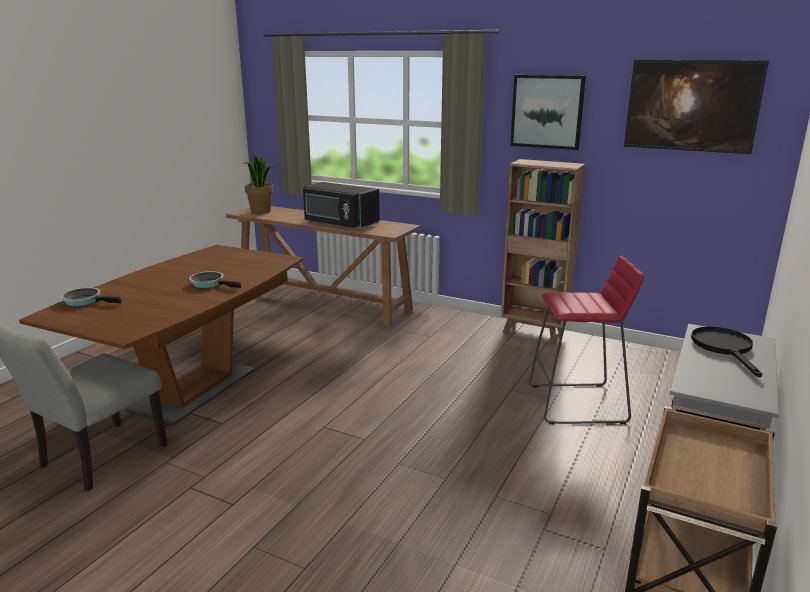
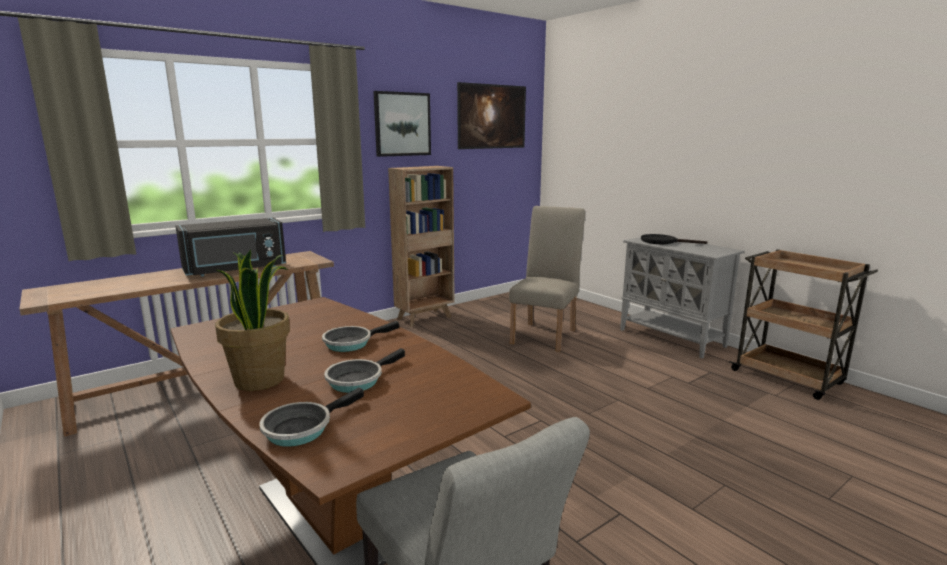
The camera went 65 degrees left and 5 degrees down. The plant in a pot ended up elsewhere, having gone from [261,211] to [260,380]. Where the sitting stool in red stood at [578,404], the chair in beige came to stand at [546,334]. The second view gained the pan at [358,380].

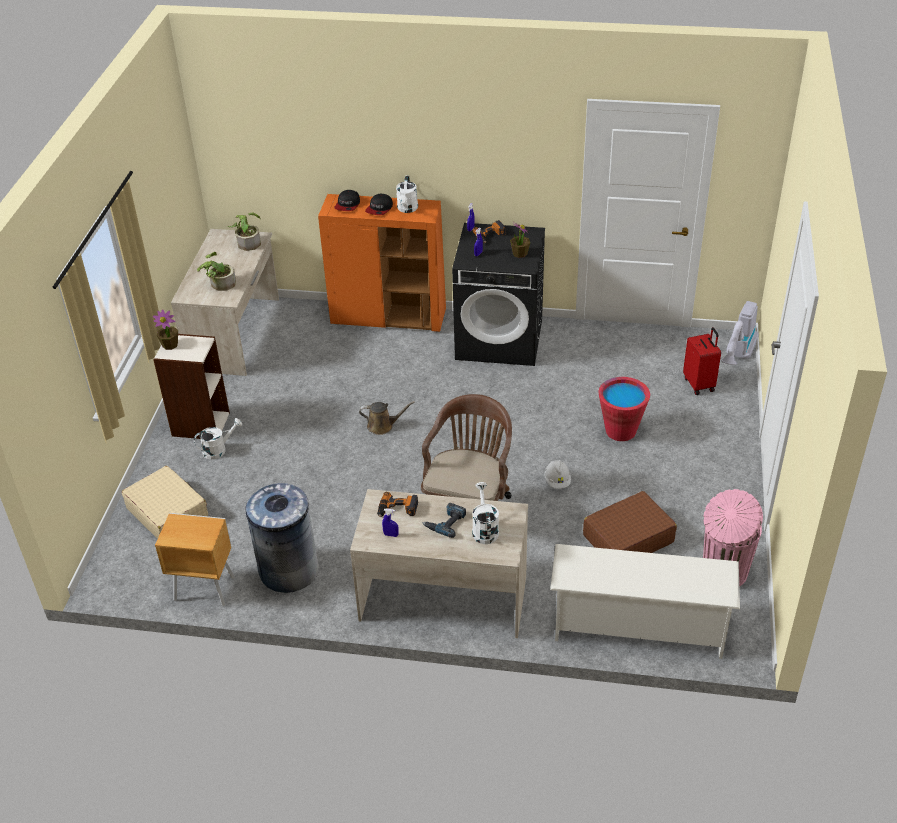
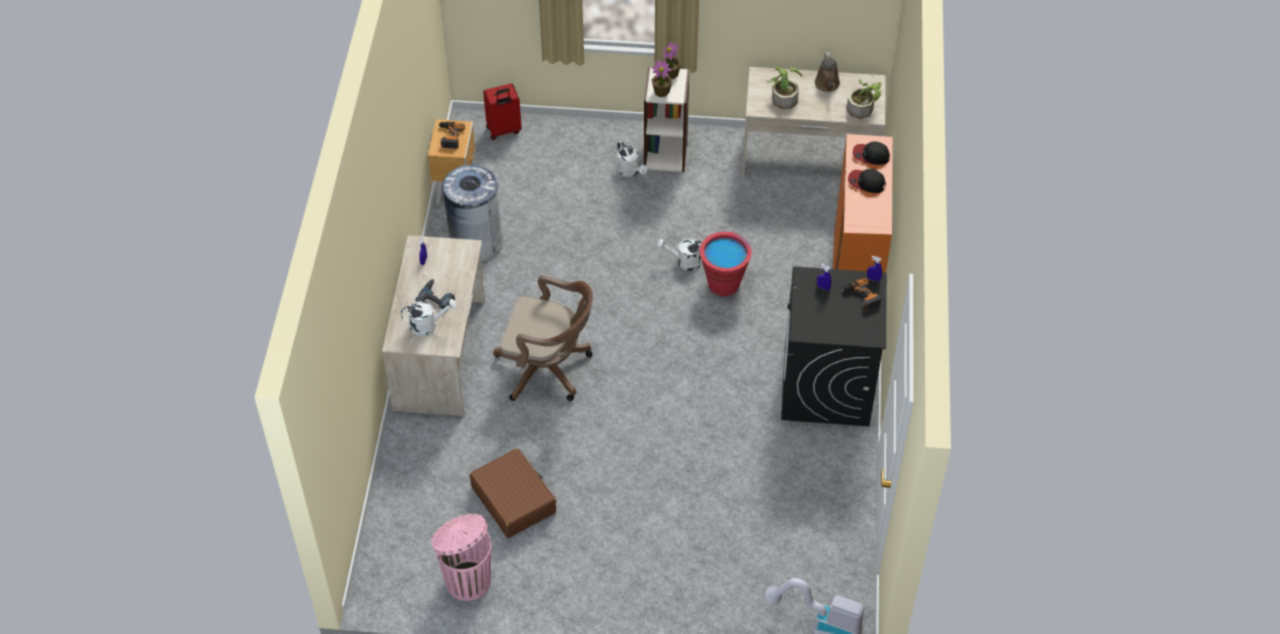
The camera went 85 degrees right and 10 degrees up. The second view lost the piece of luggage in beige at [167,512]. The watering can in brownish ended up elsewhere, having gone from [383,426] to [827,85]. The drill ended up elsewhere, having gone from [397,509] to [449,136]. The watering can in whitish ended up elsewhere, having gone from [407,209] to [684,262]. The plant in a pot ended up elsewhere, having gone from [519,253] to [661,91]. The second view lost the work helmet in whitish at [557,481]. The second view lost the shoe stand in whitish at [638,627]. The water bucket in red ended up elsewhere, having gone from [620,431] to [723,284]. The piece of luggage in red ended up elsewhere, having gone from [699,384] to [503,131].

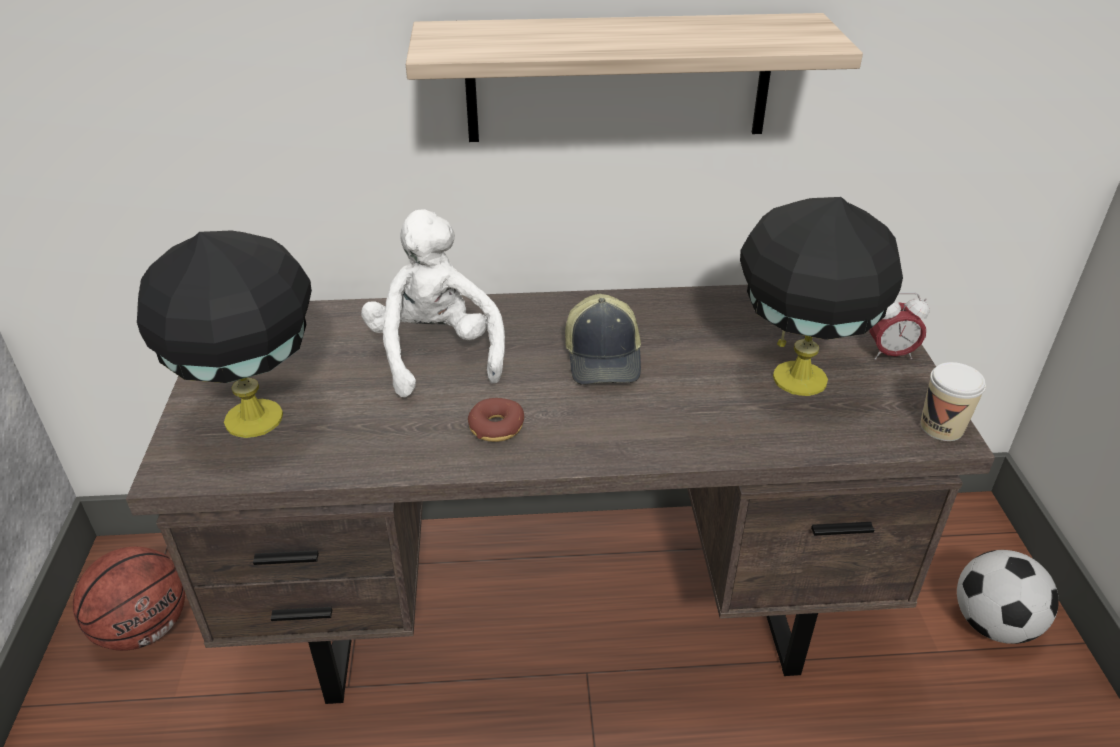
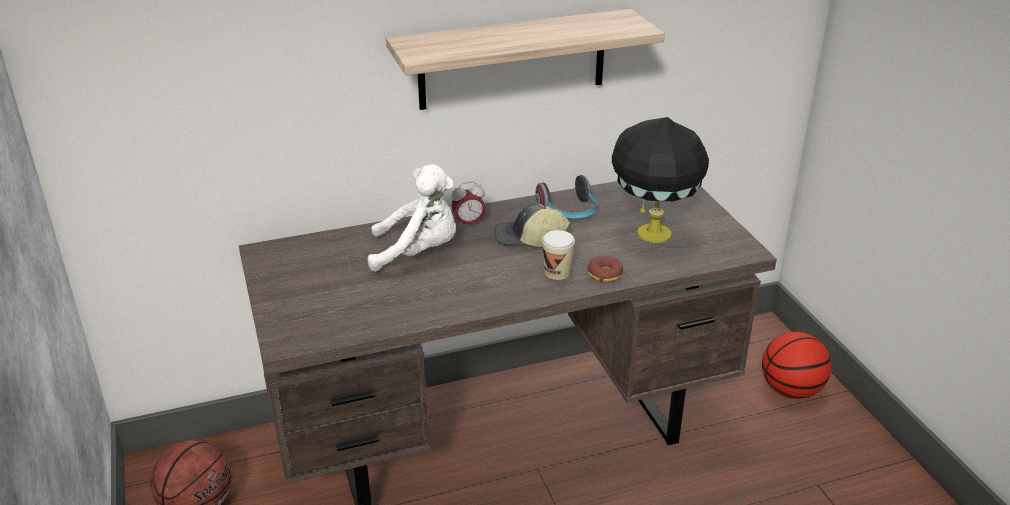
The camera went 15 degrees left and 5 degrees down. The second view lost the tabletop lamp in black-coloured at [257,417]. The plush toy in whitish at [436,354] ended up facing another way, 120 degrees clockwise from before. The ring doughnut ended up elsewhere, having gone from [496,427] to [605,274]. The cap at [604,358] ended up facing another way, 120 degrees clockwise from before. The alarm clock ended up elsewhere, having gone from [890,354] to [469,224]. The small cup ended up elsewhere, having gone from [941,427] to [557,272]. Where the football ball stood at [993,624], the basketball ball came to stand at [791,390]. The second view gained the headset at [569,212].

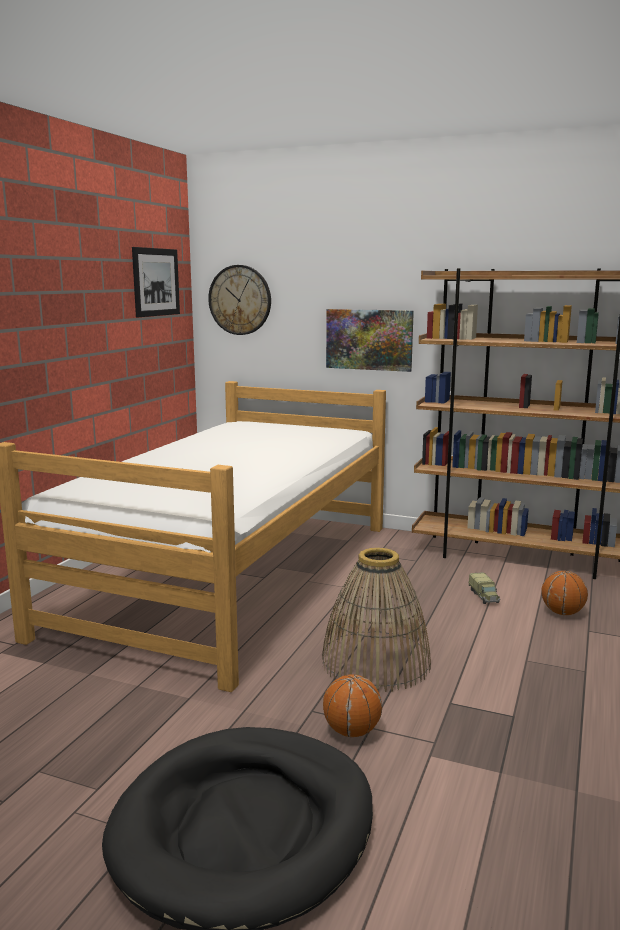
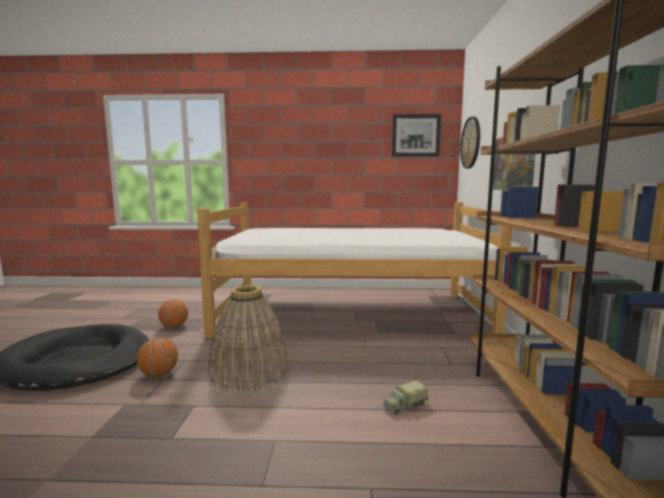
The camera went 70 degrees right and 5 degrees down. The basketball ball ended up elsewhere, having gone from [562,613] to [174,327].

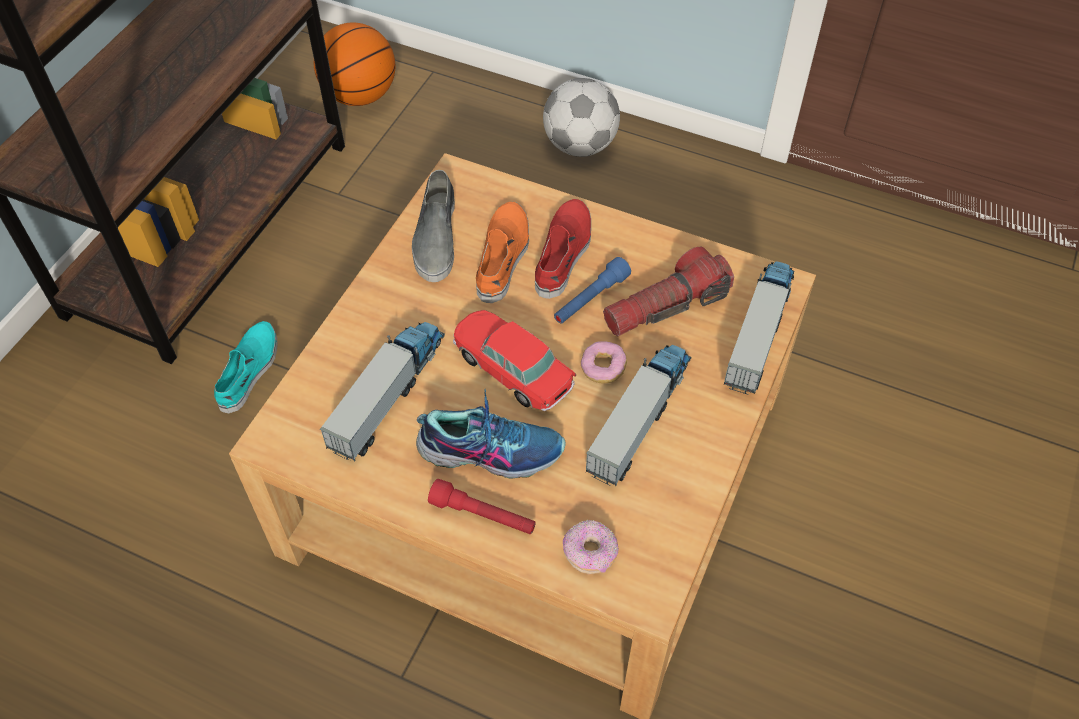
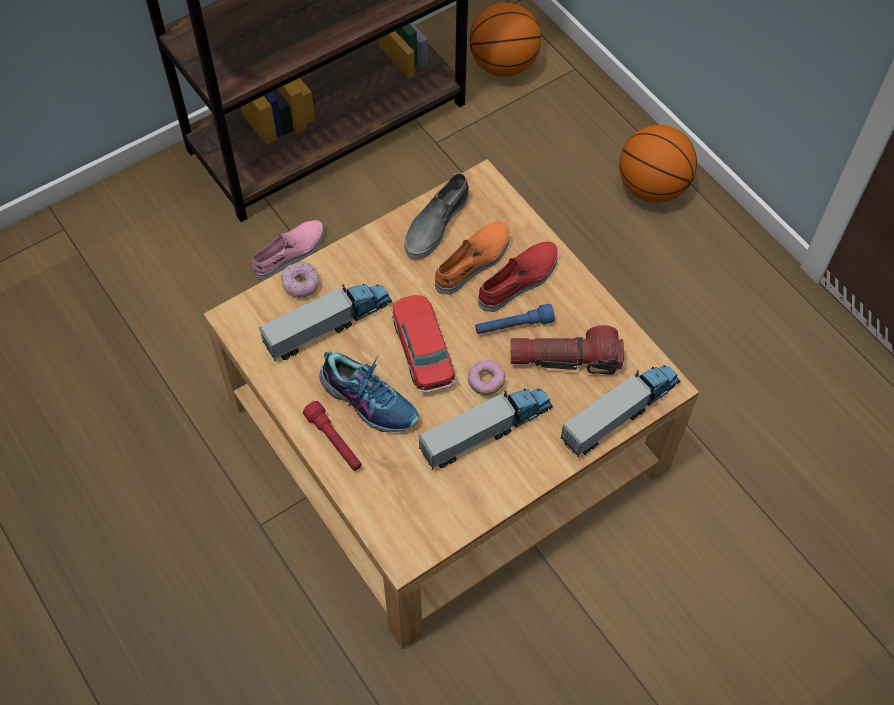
The camera went 30 degrees right and 5 degrees up. What was the item of footwear in turquoise at [249,370] turned into the item of footwear in pinkish at [290,253]. Where the football ball stood at [580,145], the basketball ball came to stand at [652,187]. The ring doughnut ended up elsewhere, having gone from [590,553] to [301,285].

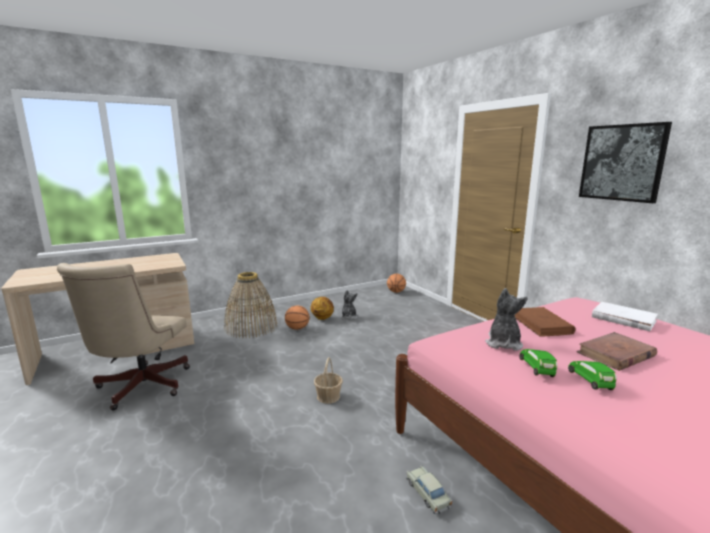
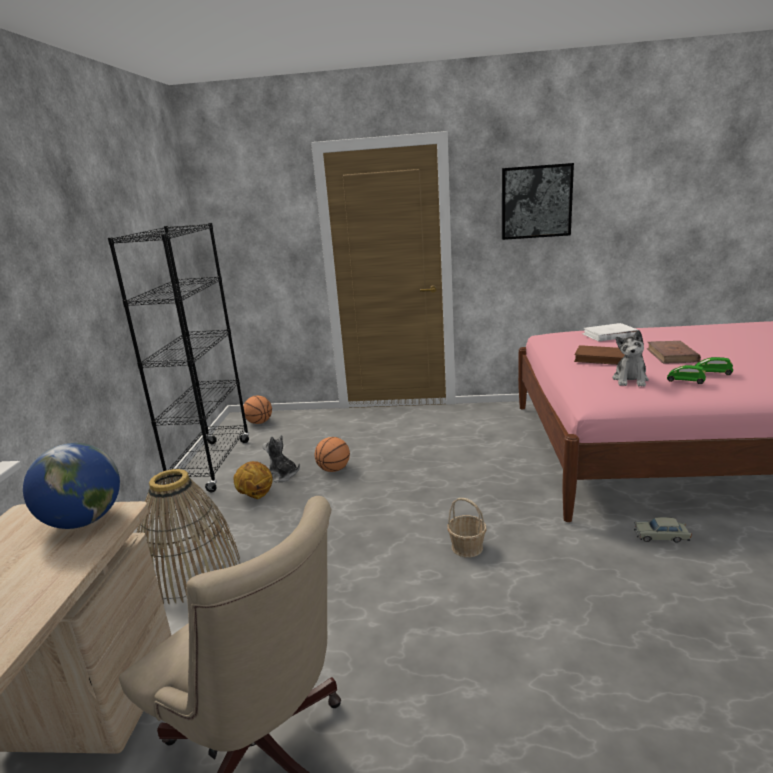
The camera went 55 degrees left and 5 degrees up. The basketball ball ended up elsewhere, having gone from [297,328] to [334,469]. The plush toy at [503,343] ended up facing another way, 120 degrees counterclockwise from before. The second view gained the desk globe at [84,521]. The second view gained the shelving unit in black-coloured at [212,465].

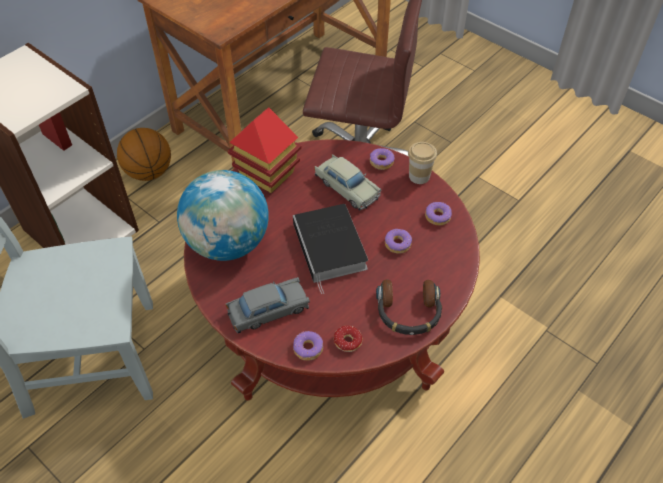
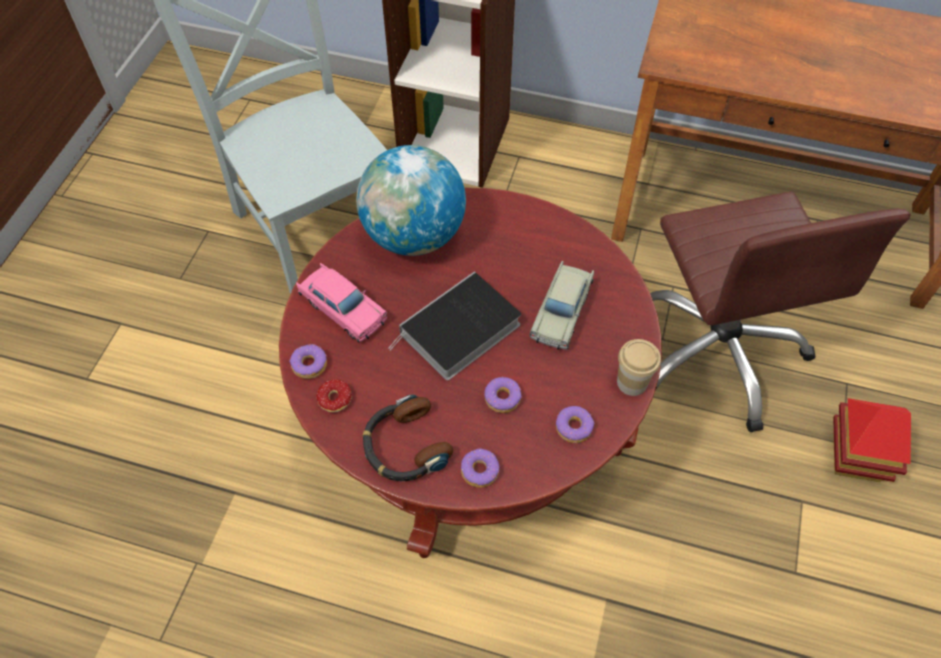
The camera went 65 degrees right and 5 degrees up. The second view lost the basketball ball at [149,172]. What was the toy car in grey at [268,310] turned into the toy car in pinkish at [343,309]. The toy house ended up elsewhere, having gone from [267,174] to [855,456]. The ring doughnut ended up elsewhere, having gone from [381,162] to [480,471].

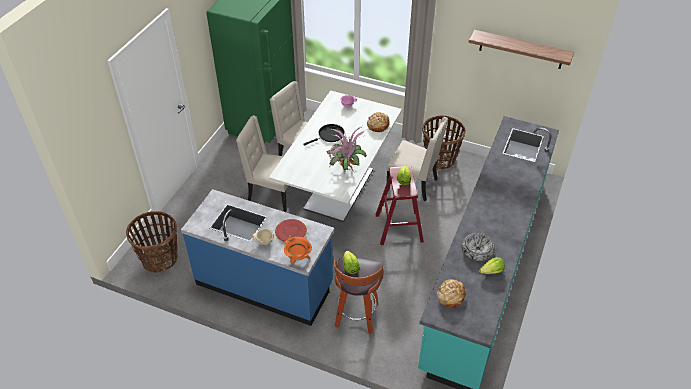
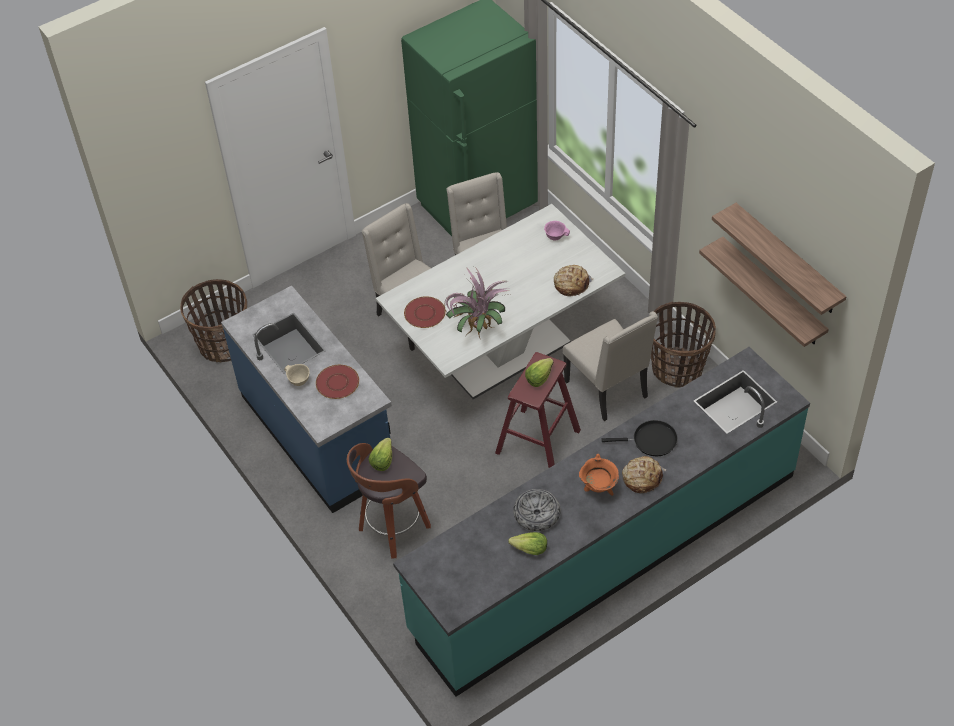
The camera went 35 degrees right and 5 degrees up. The cooking pot in orange ended up elsewhere, having gone from [298,258] to [598,488]. The pan in black-coloured ended up elsewhere, having gone from [329,135] to [651,440]. The bread ended up elsewhere, having gone from [450,296] to [642,478]. The second view gained the plate in red at [425,313]. The second view gained the bracket shelf at [772,293].

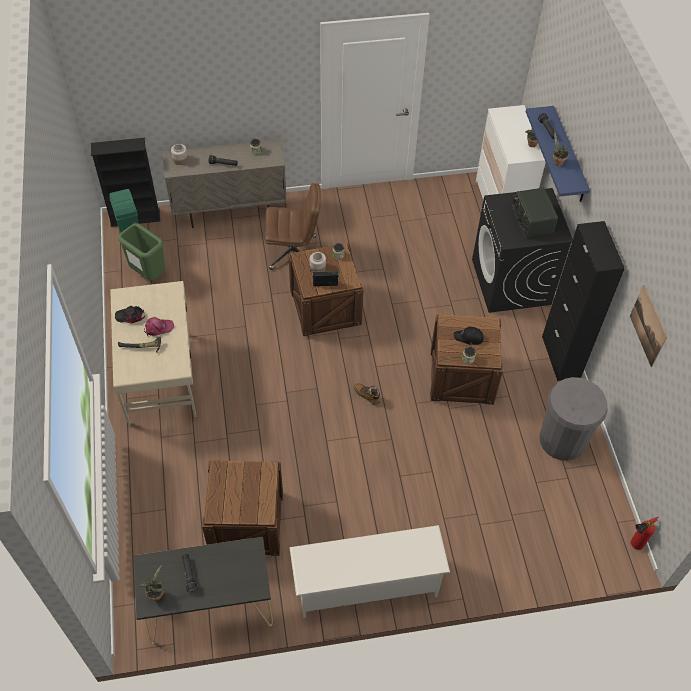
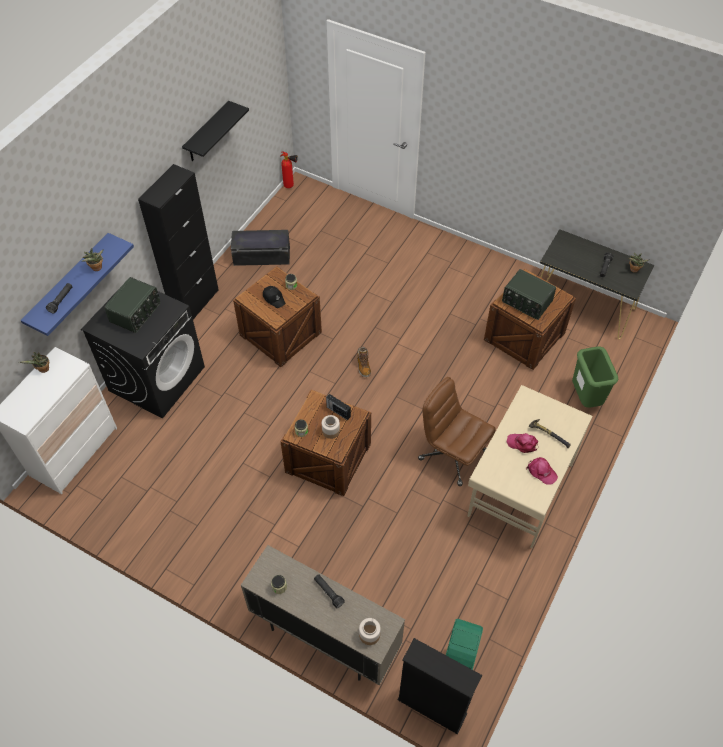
The camera went 140 degrees left and 0 degrees up. What was the cap in black-coloured at [130,316] turned into the cap in pinkish at [541,471]. The waste bin in green-coloured ended up elsewhere, having gone from [148,274] to [586,398]. The office chair in brownish ended up elsewhere, having gone from [294,252] to [452,455]. The second view lost the shoe stand in whitish at [366,585]. Where the waste bin in grey stood at [562,440], the storage container in black-coloured came to stand at [262,256]. Where the wall art hung at [648,326], the bracket shelf in black-coloured came to hang at [207,133]. The second view gained the radio at [526,302].

